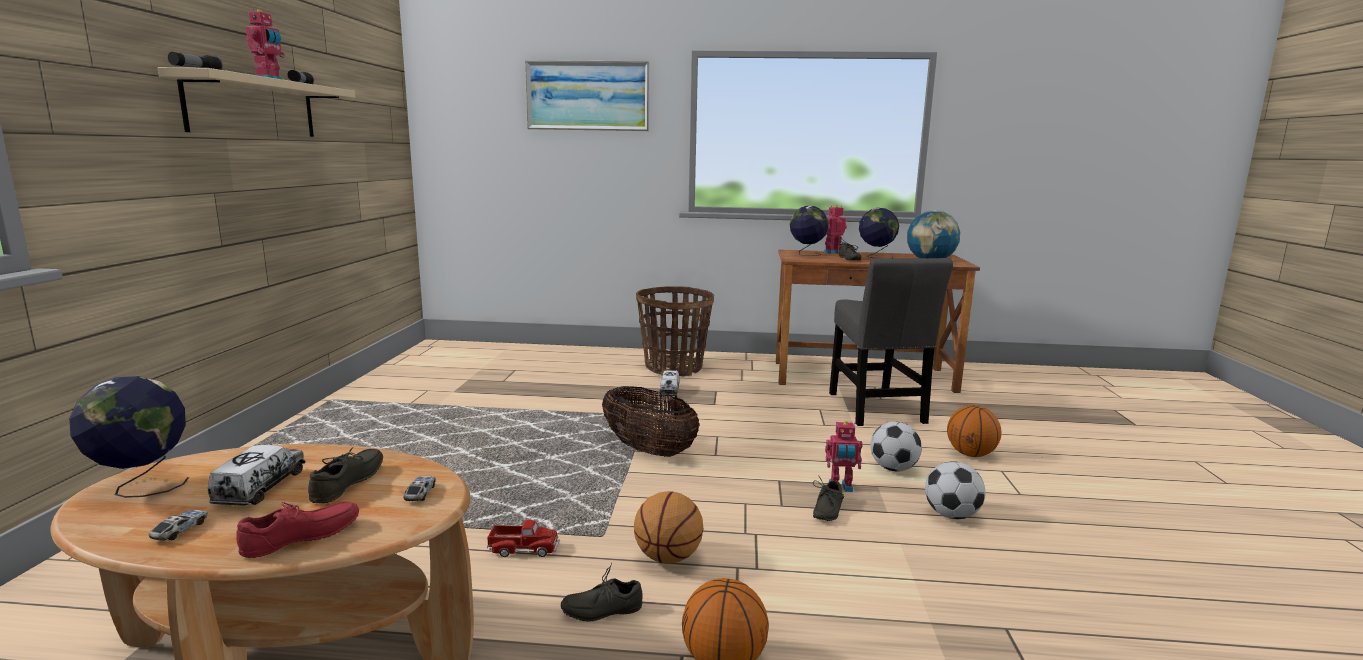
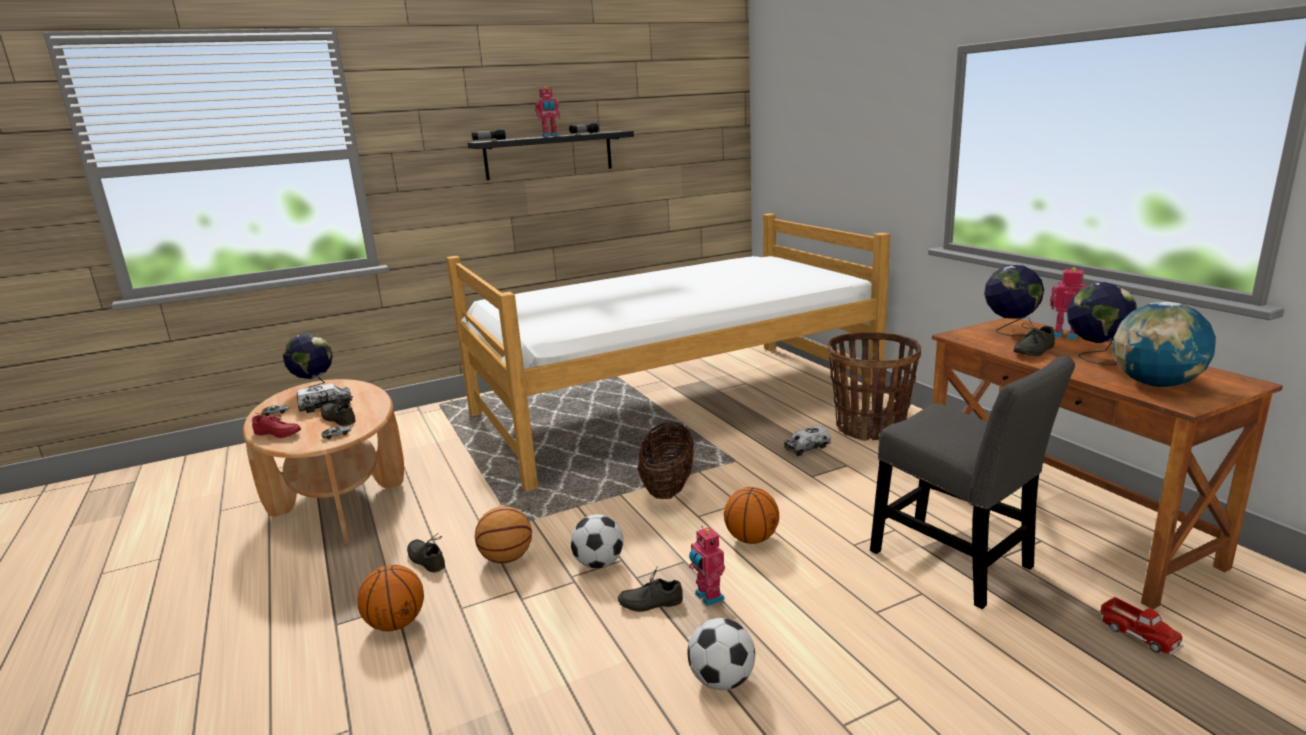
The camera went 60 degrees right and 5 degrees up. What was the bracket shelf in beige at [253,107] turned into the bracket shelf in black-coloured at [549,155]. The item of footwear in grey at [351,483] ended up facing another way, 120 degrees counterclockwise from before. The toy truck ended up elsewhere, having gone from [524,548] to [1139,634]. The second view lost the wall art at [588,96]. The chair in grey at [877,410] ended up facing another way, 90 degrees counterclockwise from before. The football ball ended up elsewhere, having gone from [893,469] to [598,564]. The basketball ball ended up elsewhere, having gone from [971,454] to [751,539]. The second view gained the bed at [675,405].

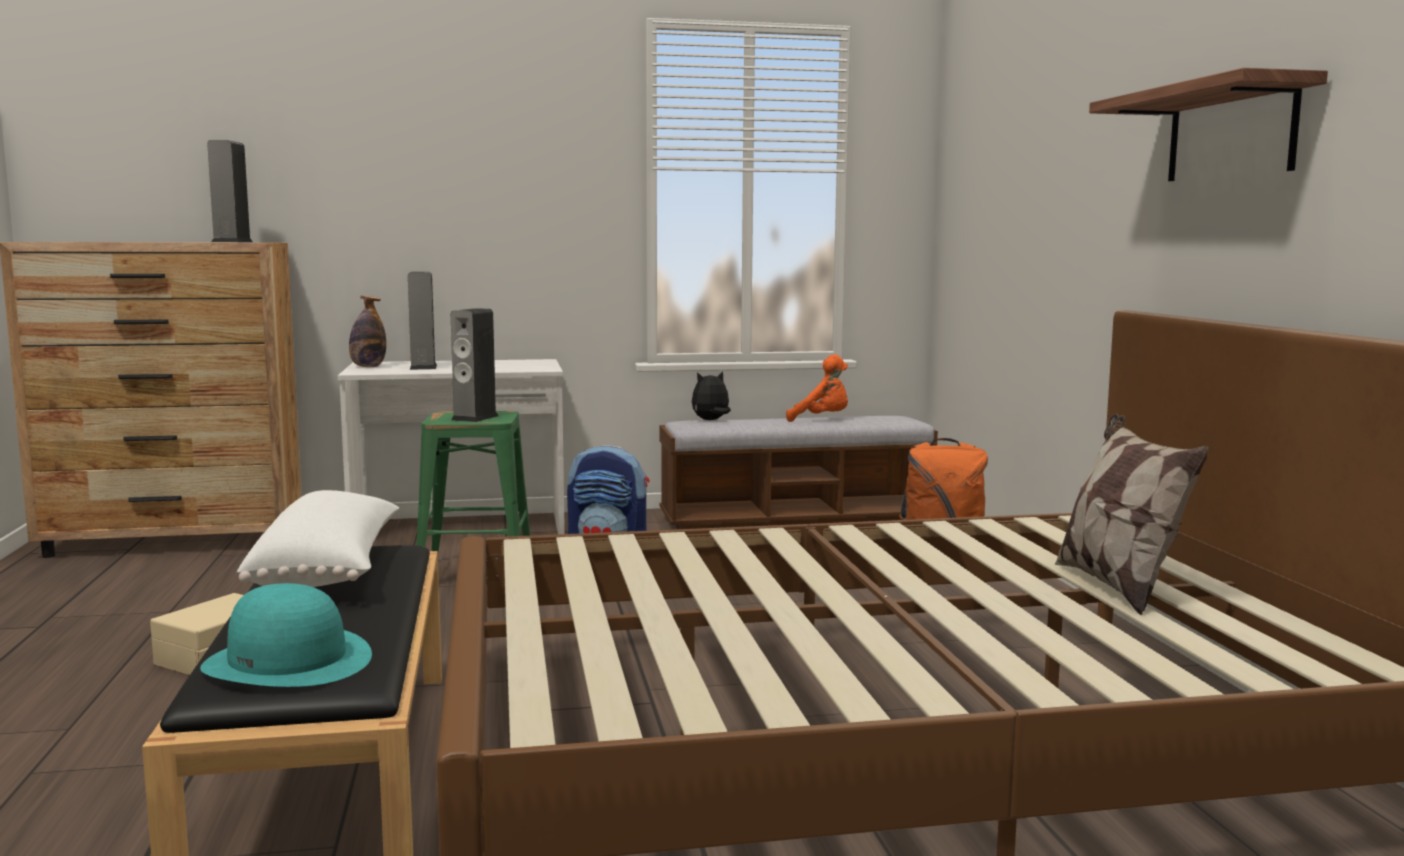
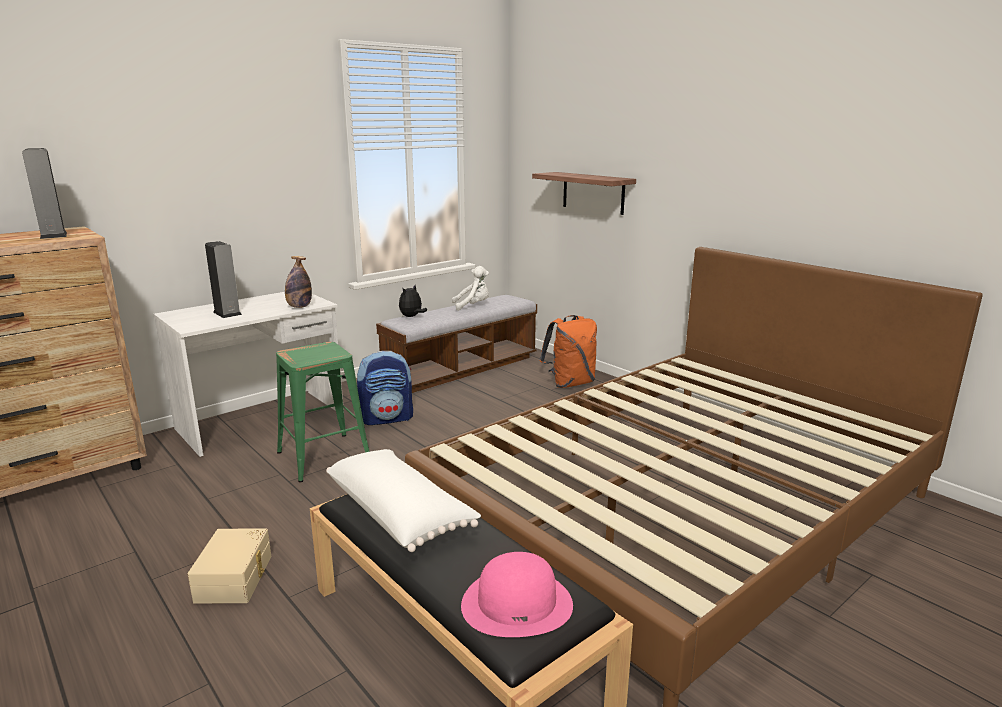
The camera went 30 degrees left and 10 degrees up. What was the hat in turquoise at [288,661] turned into the hat in pinkish at [517,603]. The beverage bottle ended up elsewhere, having gone from [368,367] to [299,307]. The second view lost the speaker at [475,418]. What was the plush toy in orange at [821,420] turned into the plush toy in whitish at [473,306]. The second view lost the pillow at [1118,586]. The bracket shelf ended up elsewhere, having gone from [1230,133] to [593,192].

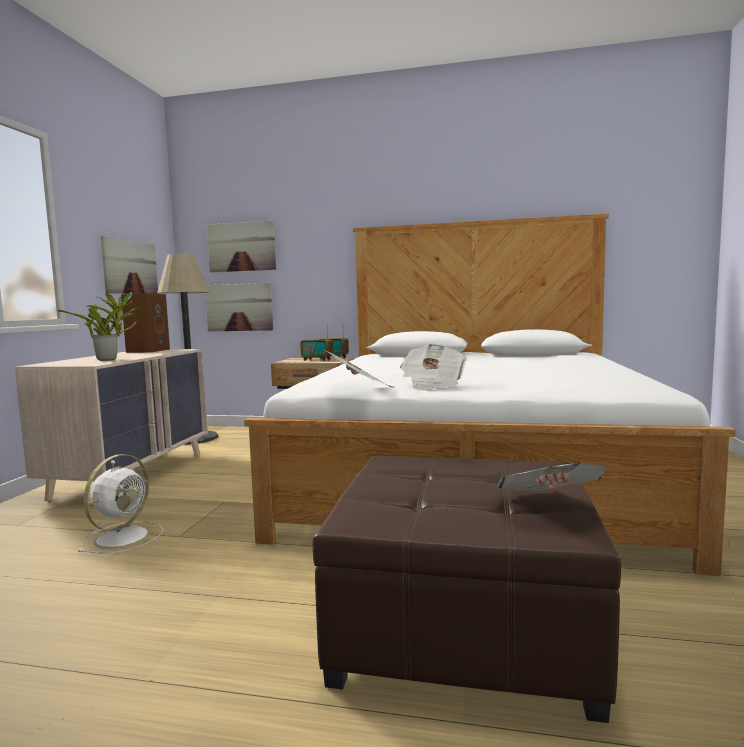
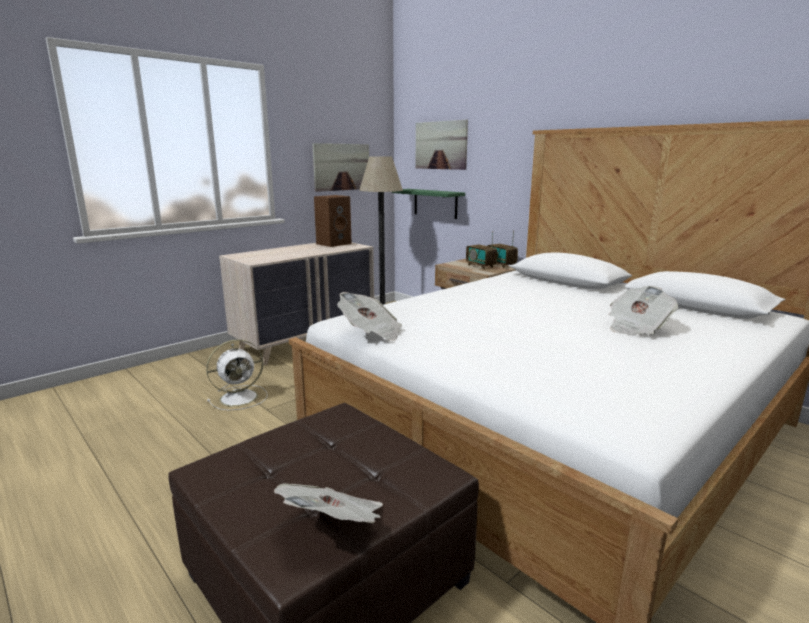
The camera went 35 degrees right and 10 degrees up. The second view lost the plant in a pot at [110,359]. Where the wall art hung at [239,307], the bracket shelf in green-coloured came to hang at [435,203]. The printed paper ended up elsewhere, having gone from [432,385] to [636,327].

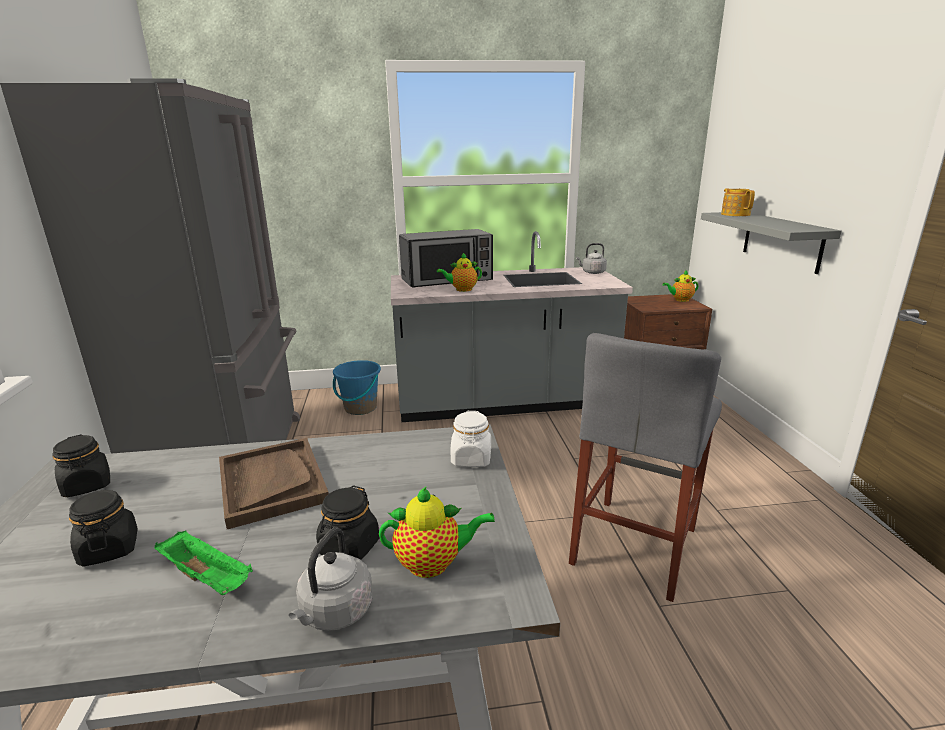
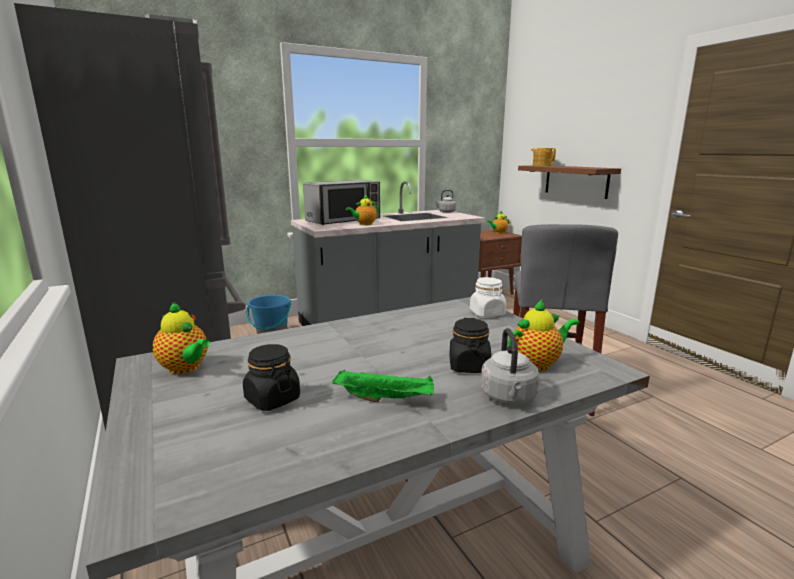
The camera went 20 degrees left and 5 degrees down. Where the storage jar in black-coloured stood at [87,485], the pot for tea came to stand at [185,368]. The second view lost the tray in brownish at [271,483]. What was the bracket shelf in grey at [781,241] turned into the bracket shelf in brownish at [576,181].

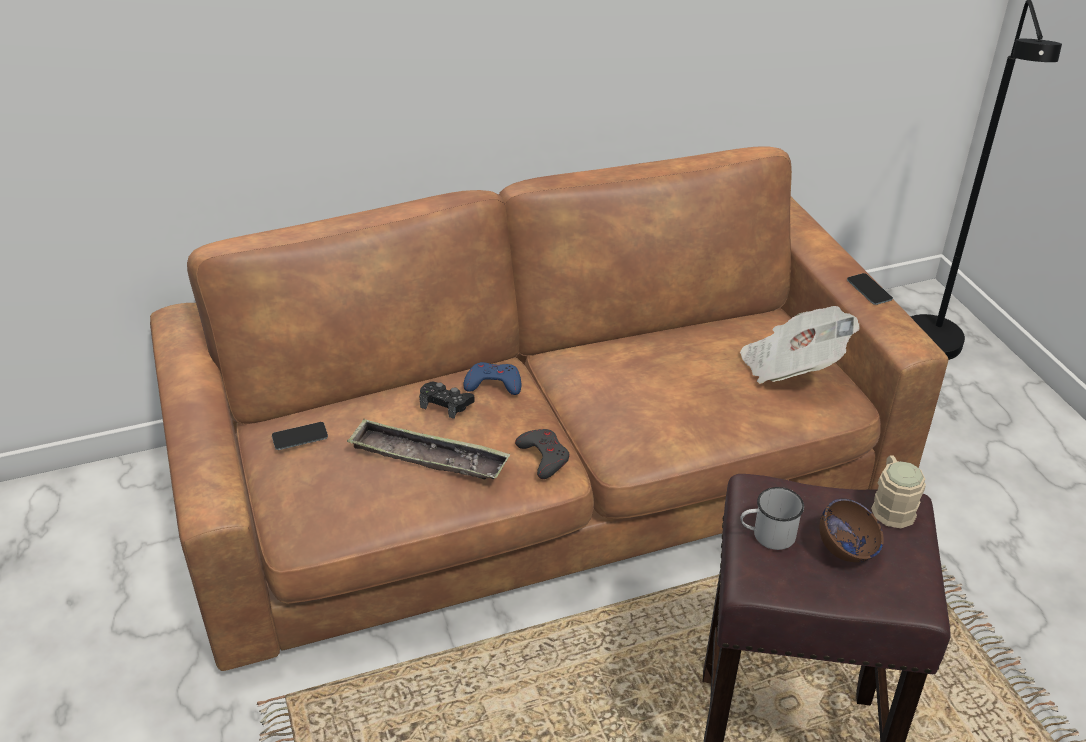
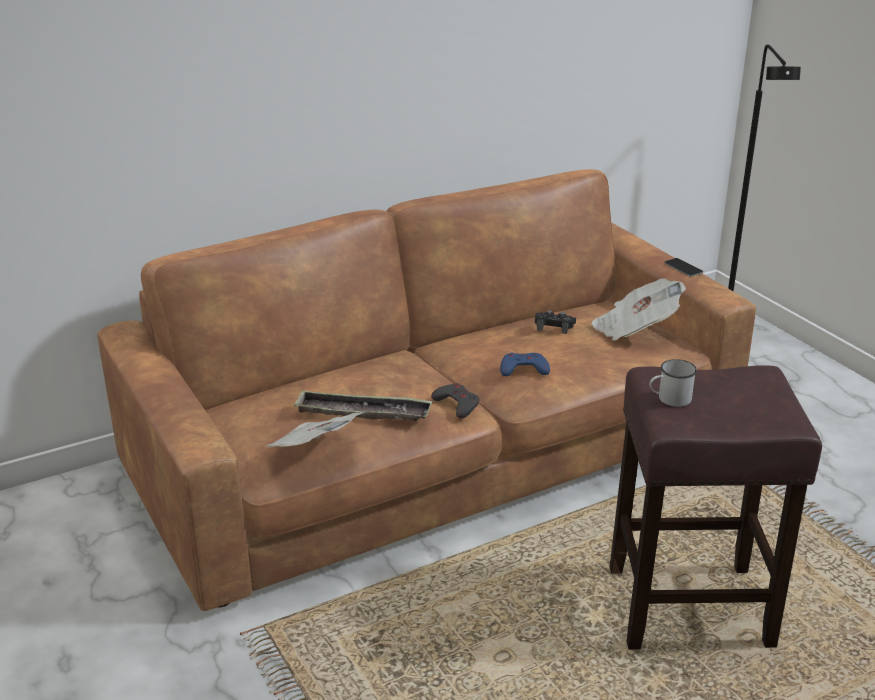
The camera went 10 degrees left and 10 degrees down. The second view lost the handset at [300,436]. The game controller in black-coloured ended up elsewhere, having gone from [446,403] to [554,326]. The game controller in blue ended up elsewhere, having gone from [493,383] to [523,369]. The second view lost the deep dish in brownish at [847,550]. The second view lost the mug in beige at [891,505]. The second view gained the printed paper at [315,452].

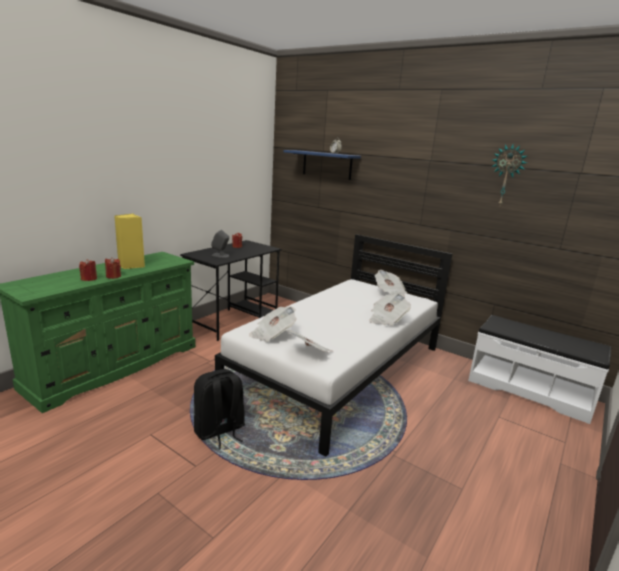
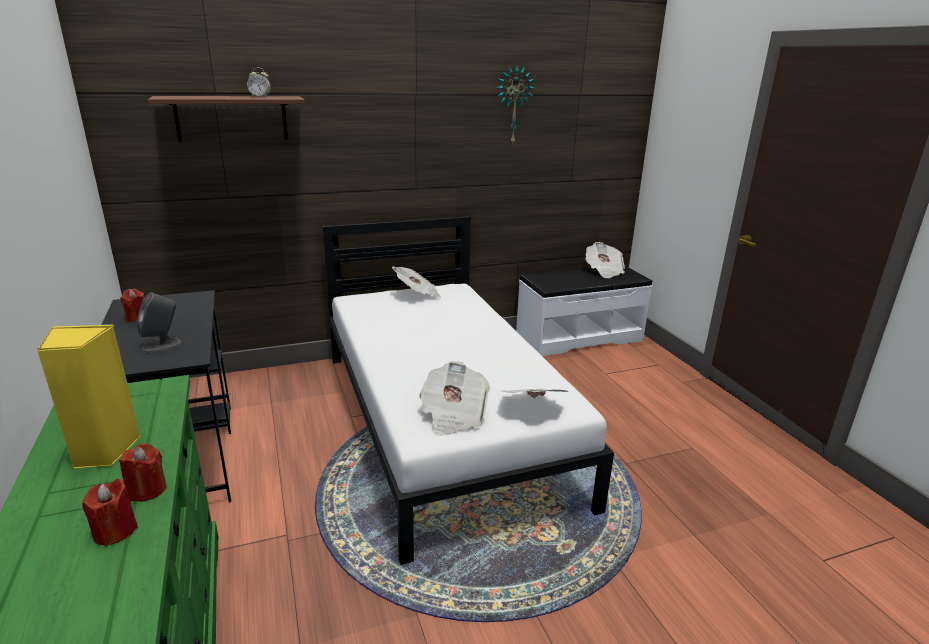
The camera went 55 degrees left and 5 degrees up. The second view lost the rucksack in black-coloured at [219,431]. What was the bracket shelf in blue at [327,165] turned into the bracket shelf in brownish at [232,118]. The printed paper ended up elsewhere, having gone from [387,319] to [603,271].

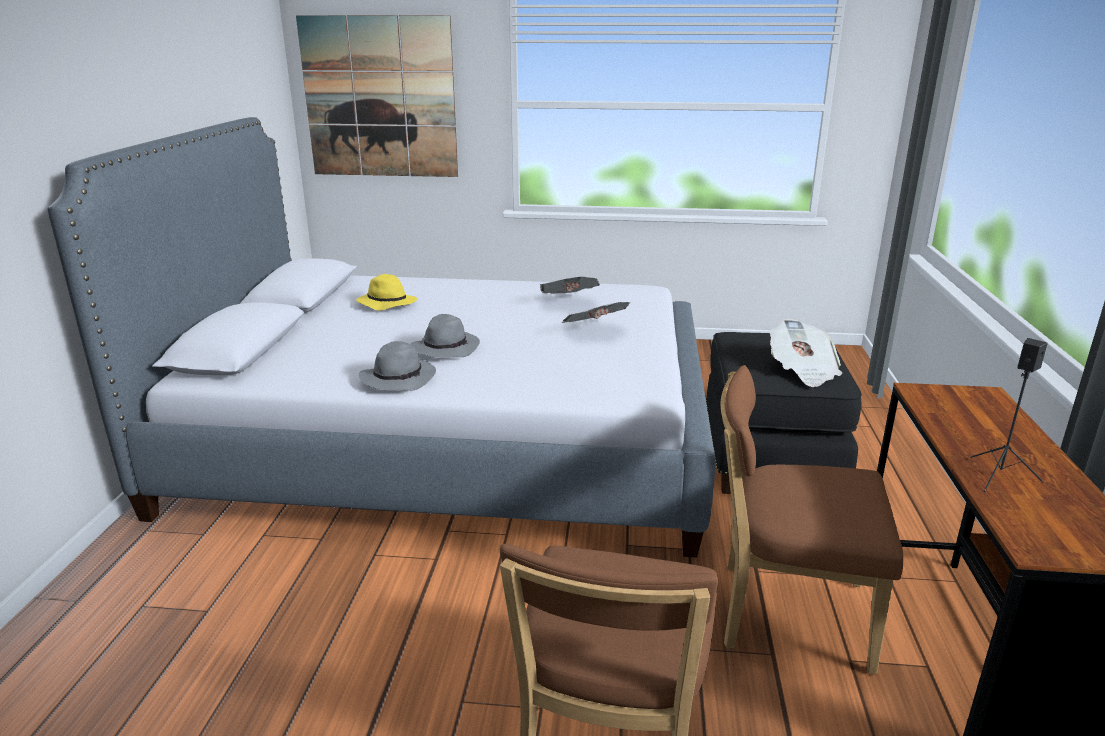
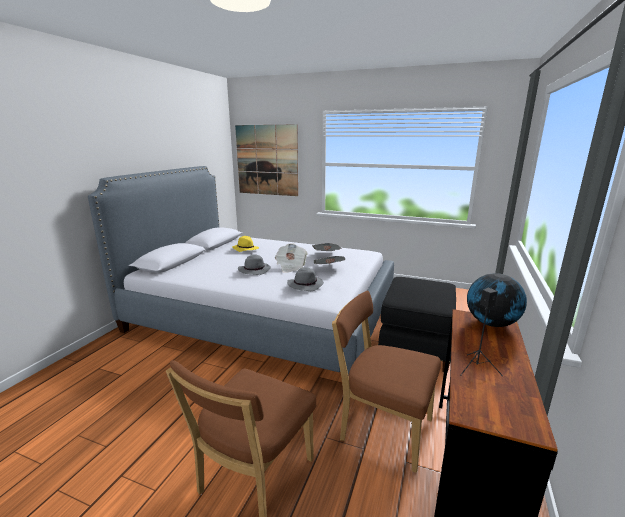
The camera went 15 degrees right and 5 degrees down. The hat in grey ended up elsewhere, having gone from [399,378] to [306,285]. The printed paper ended up elsewhere, having gone from [802,371] to [291,266]. The second view gained the desk globe at [491,323].

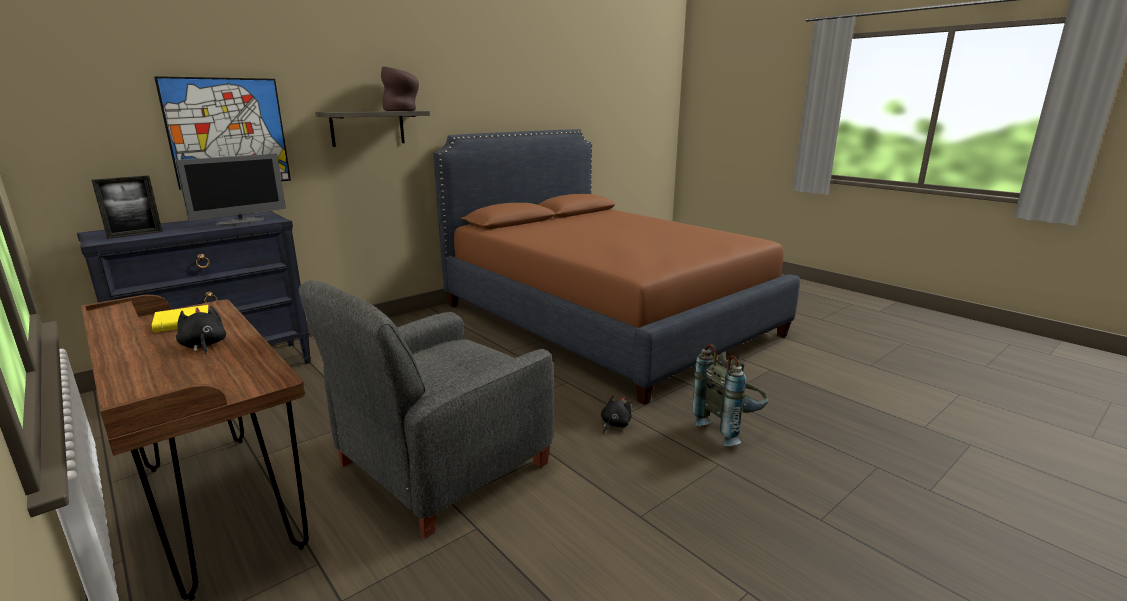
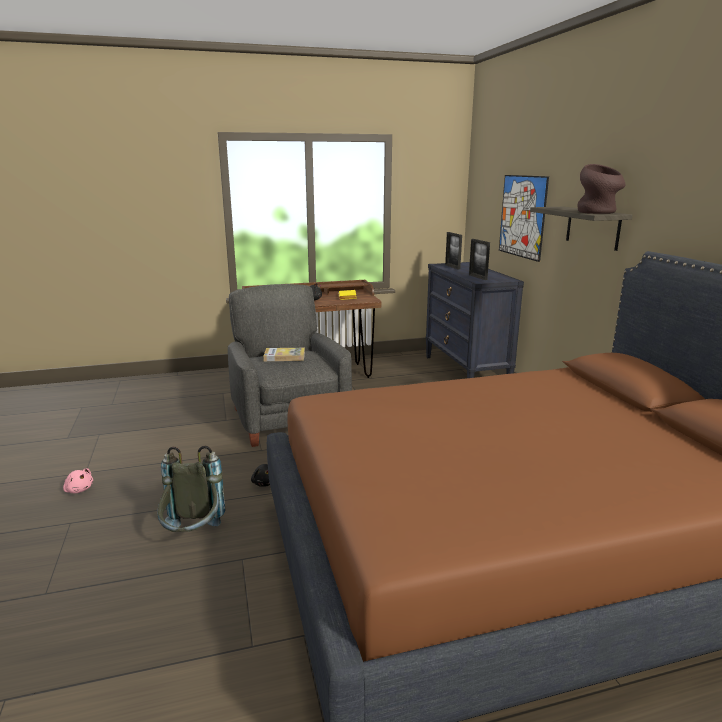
The camera went 115 degrees right and 0 degrees up. Where the computer screen stood at [240,222], the picture frame came to stand at [477,277]. The second view gained the plush toy in pinkish at [79,489]. The second view gained the bound book at [284,356].

